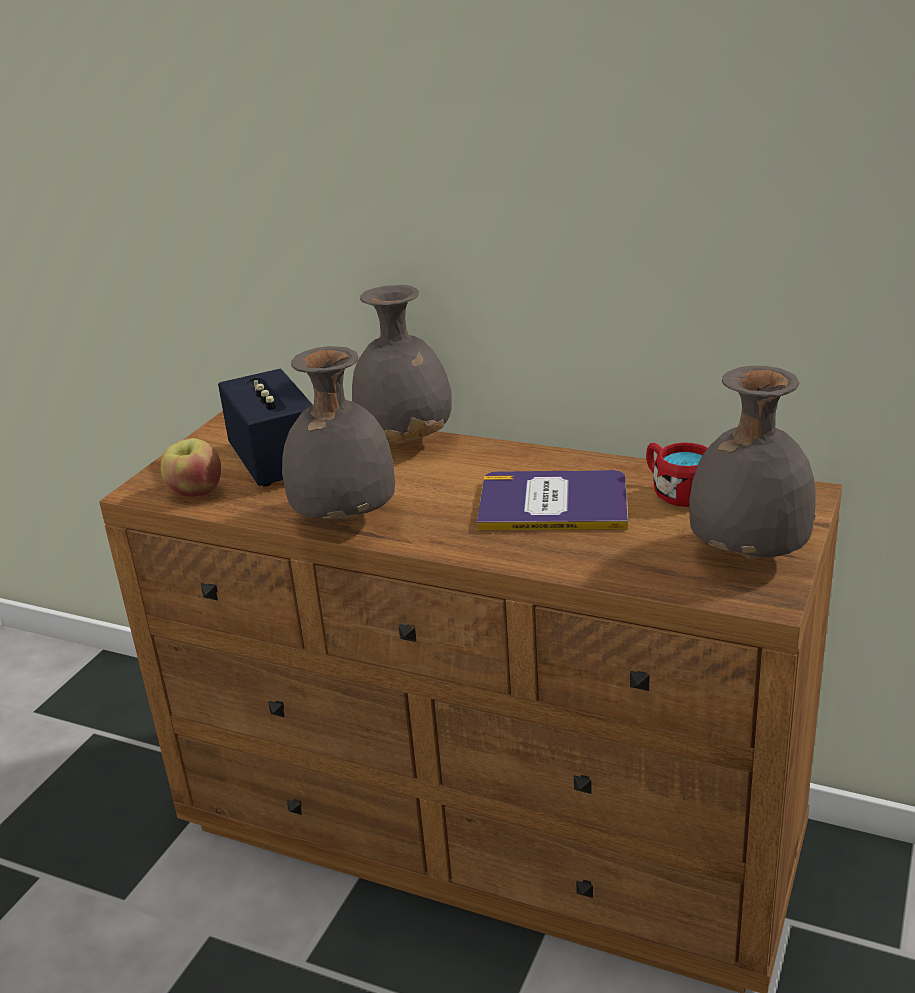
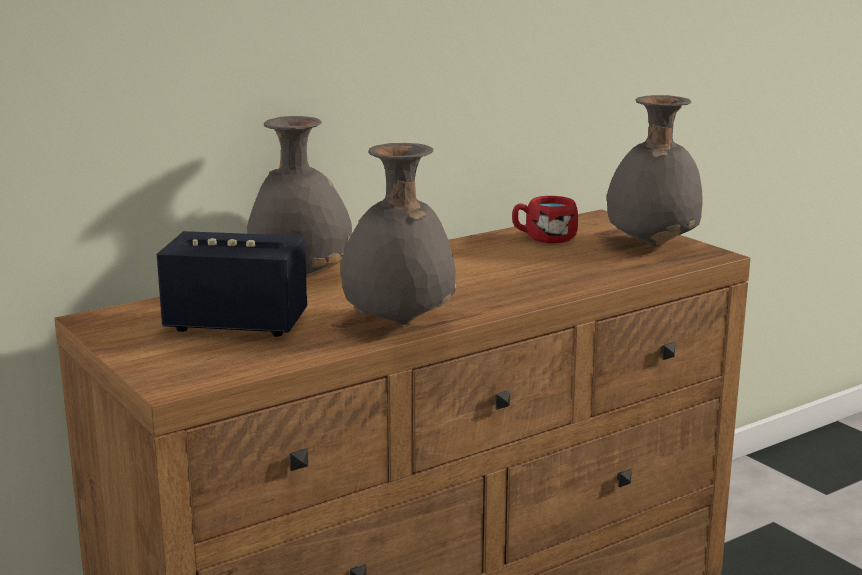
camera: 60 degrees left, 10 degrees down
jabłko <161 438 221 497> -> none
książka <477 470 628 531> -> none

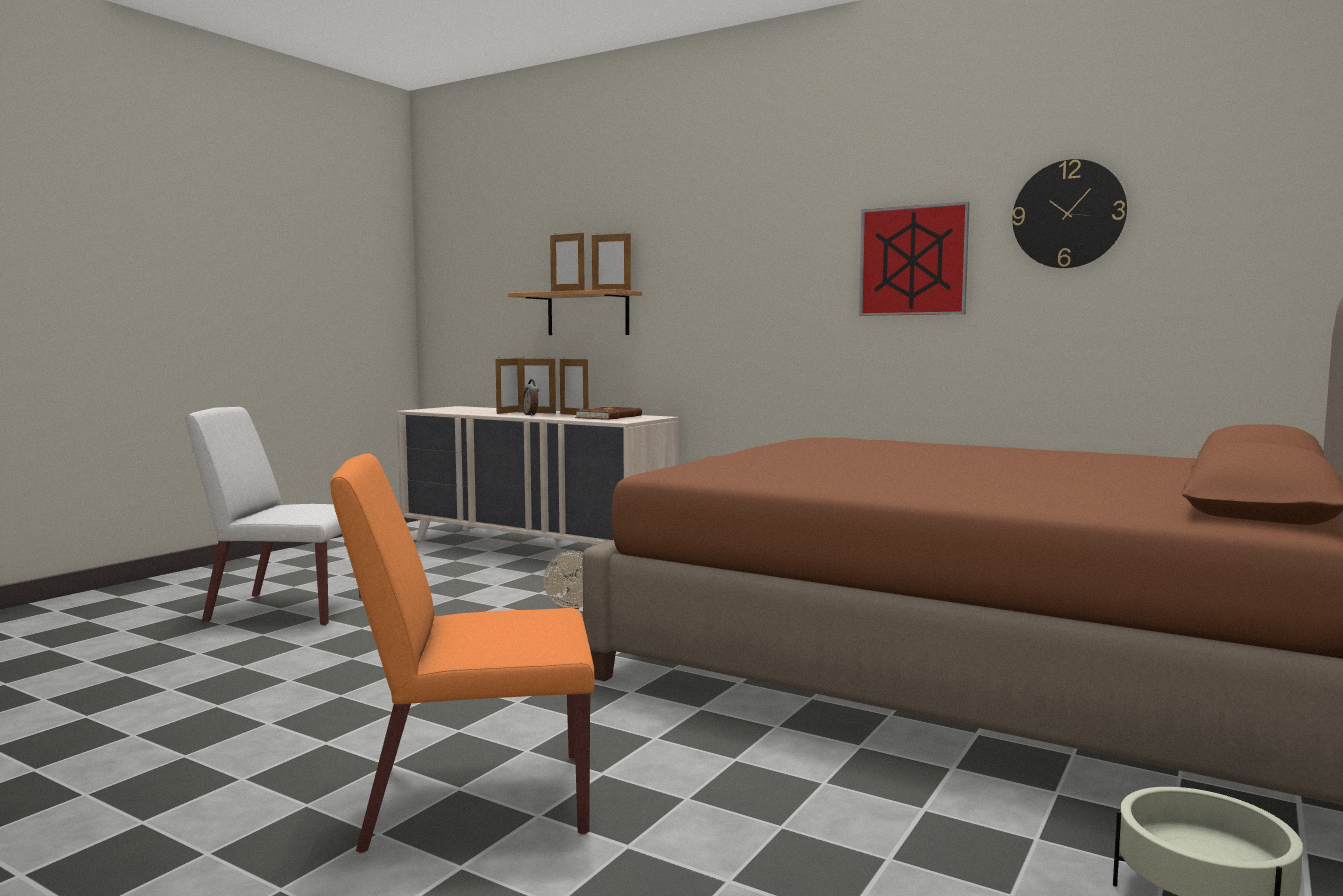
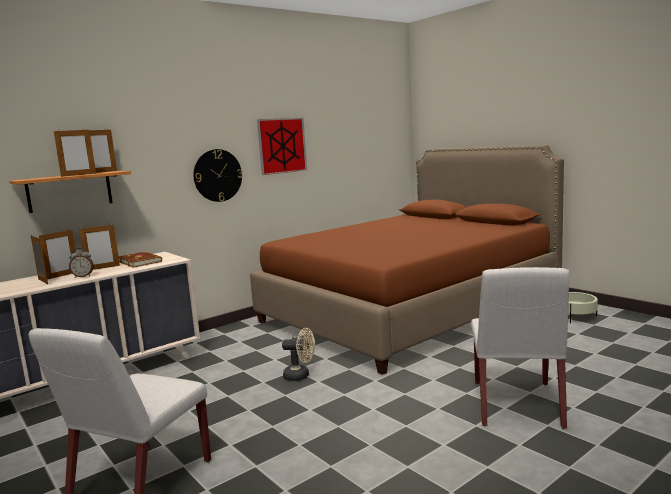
camera: 70 degrees left, 5 degrees up
zegar ścienny <1012 159 1127 268> -> zegar ścienny <193 149 243 202>, moved
krzesło (pomarańczowy) <330 454 595 853> -> krzesło (biały) <471 267 569 429>

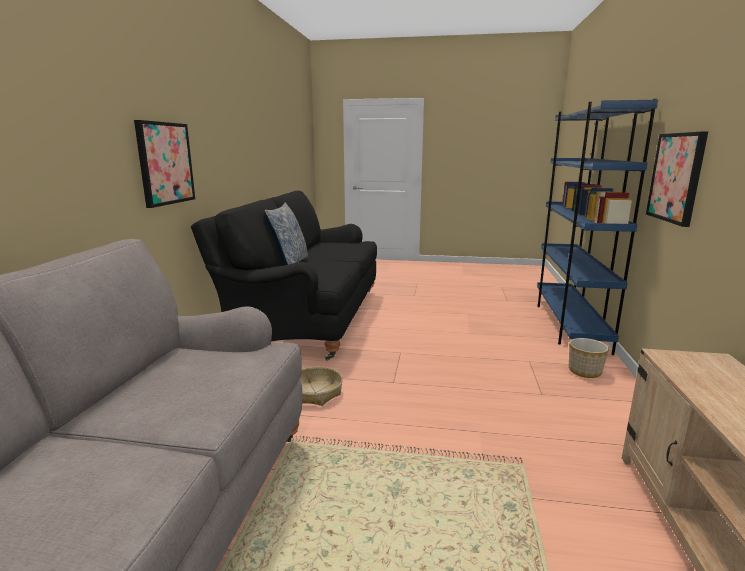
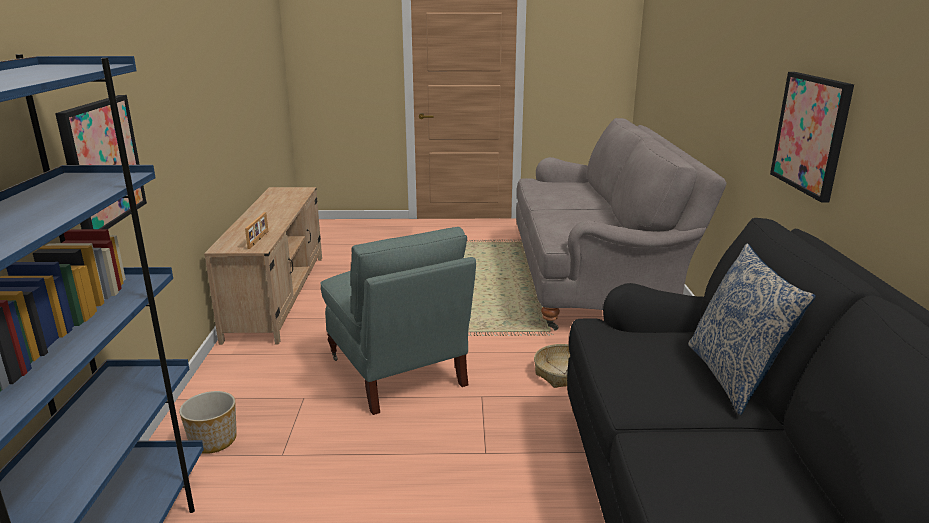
camera: 170 degrees right, 5 degrees up
none -> ramka na zdjęcie <245 212 268 249>
none -> fotel (szary) <320 227 476 415>

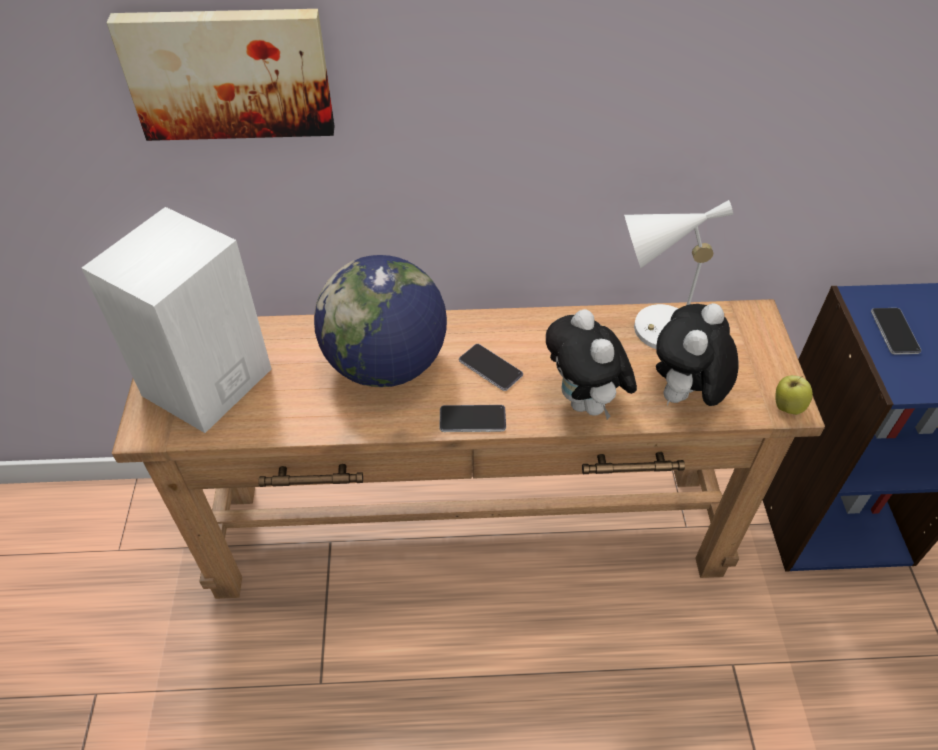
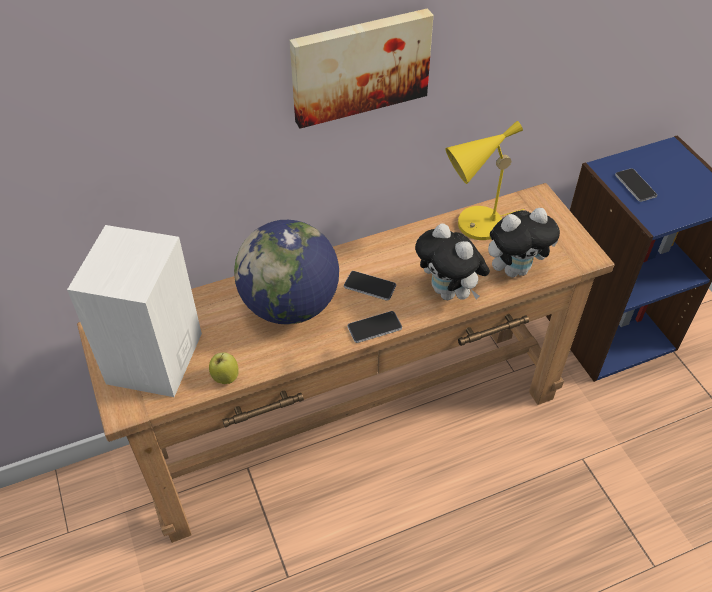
camera: 20 degrees left, 0 degrees up
obraz <106 9 334 141> -> obraz <290 8 433 129>, moved
lampa stołowa (biały) <624 200 733 349> -> lampa stołowa (żółty) <445 121 524 240>
pluszak <656 303 739 406> -> pluszak <488 208 560 277>, 120 degrees counterclockwise
jabłko <776 375 813 415> -> jabłko <209 352 239 384>, moved

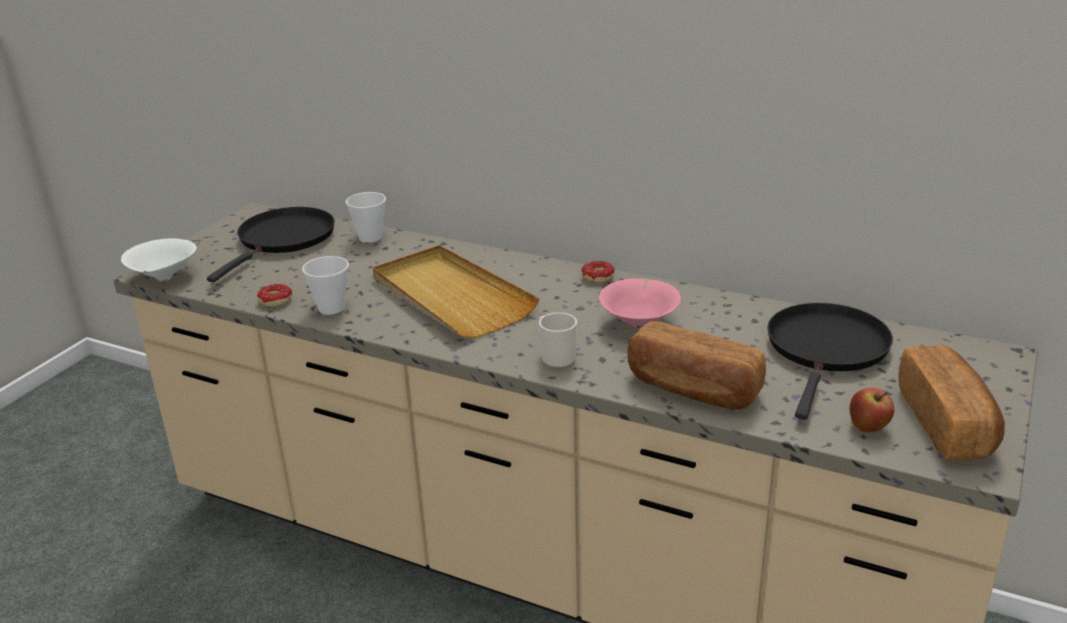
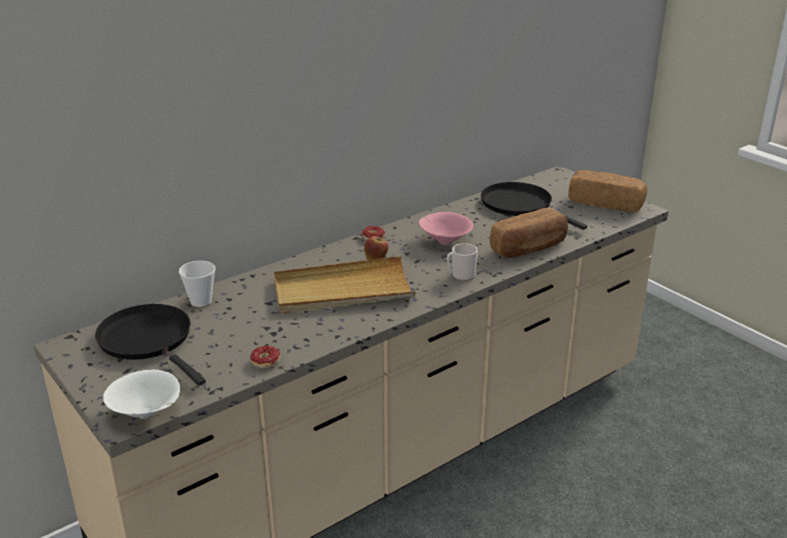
camera: 65 degrees left, 0 degrees up
filiżanka <302 256 349 315> -> none
jabłko <850 388 894 432> -> jabłko <364 234 389 260>, moved

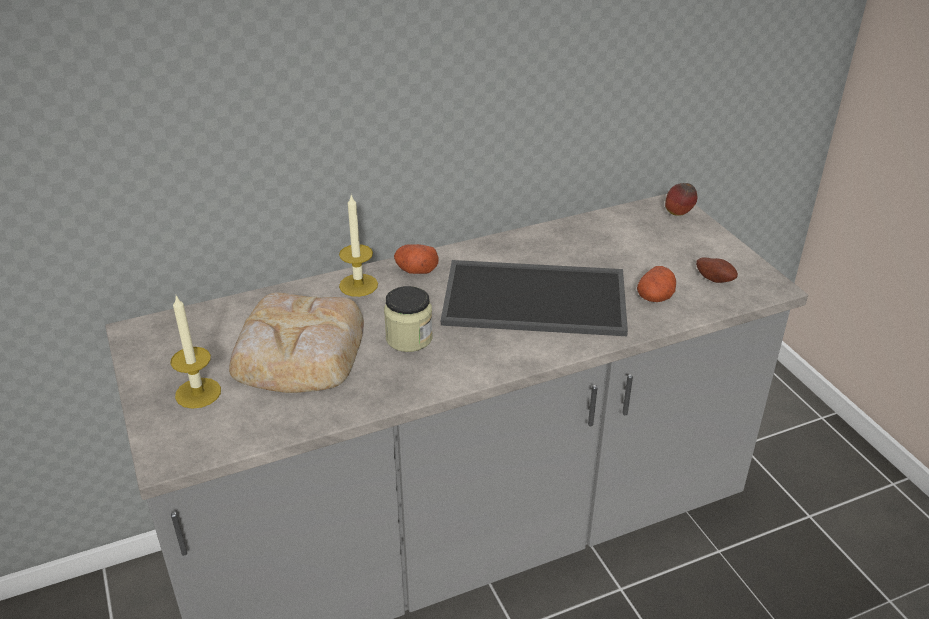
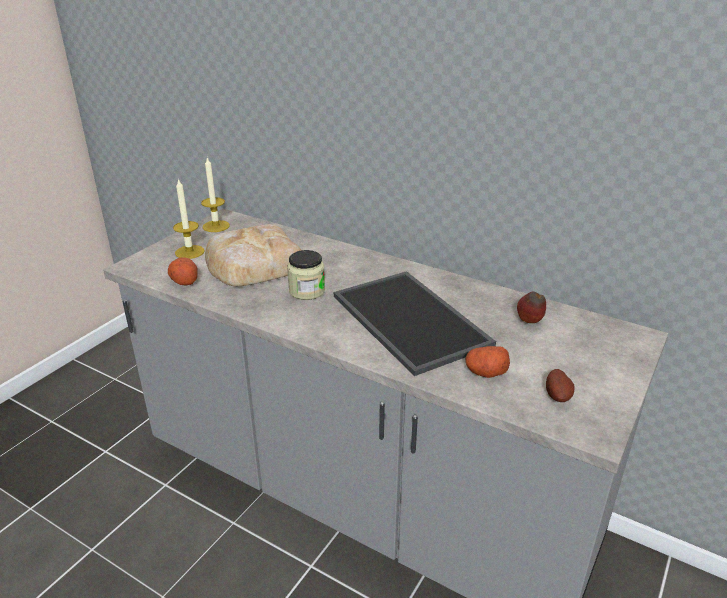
camera: 55 degrees right, 5 degrees down
jabłko <665 183 697 216> -> jabłko <517 292 546 323>, moved
świeca <339 195 378 297> -> świeca <201 158 230 232>, moved
ziemniak <394 244 439 274> -> ziemniak <168 257 197 286>, moved

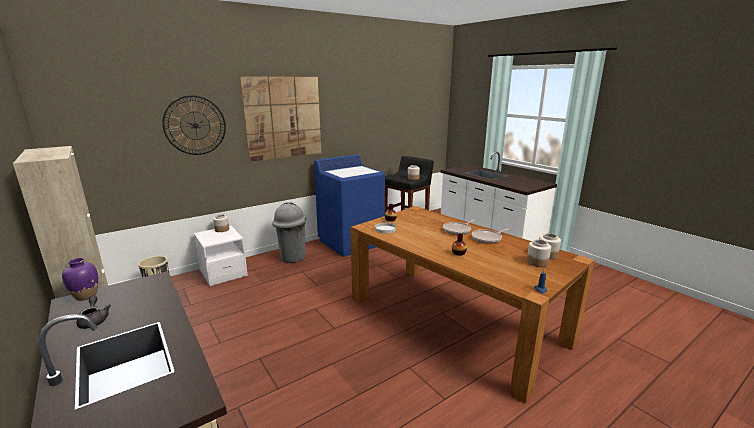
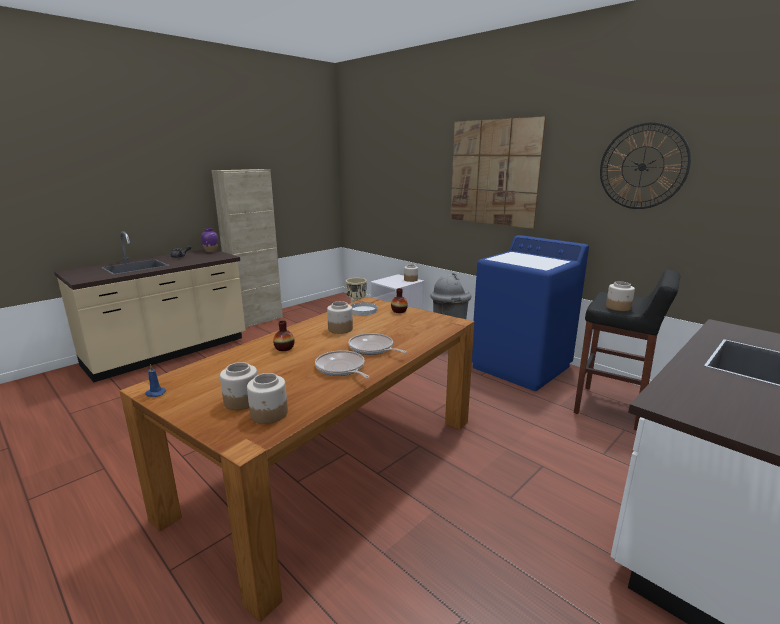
camera: 80 degrees right, 0 degrees up
zegar ścienny <162 95 226 155> -> zegar ścienny <600 122 691 209>, moved
none -> słoik <327 301 353 334>

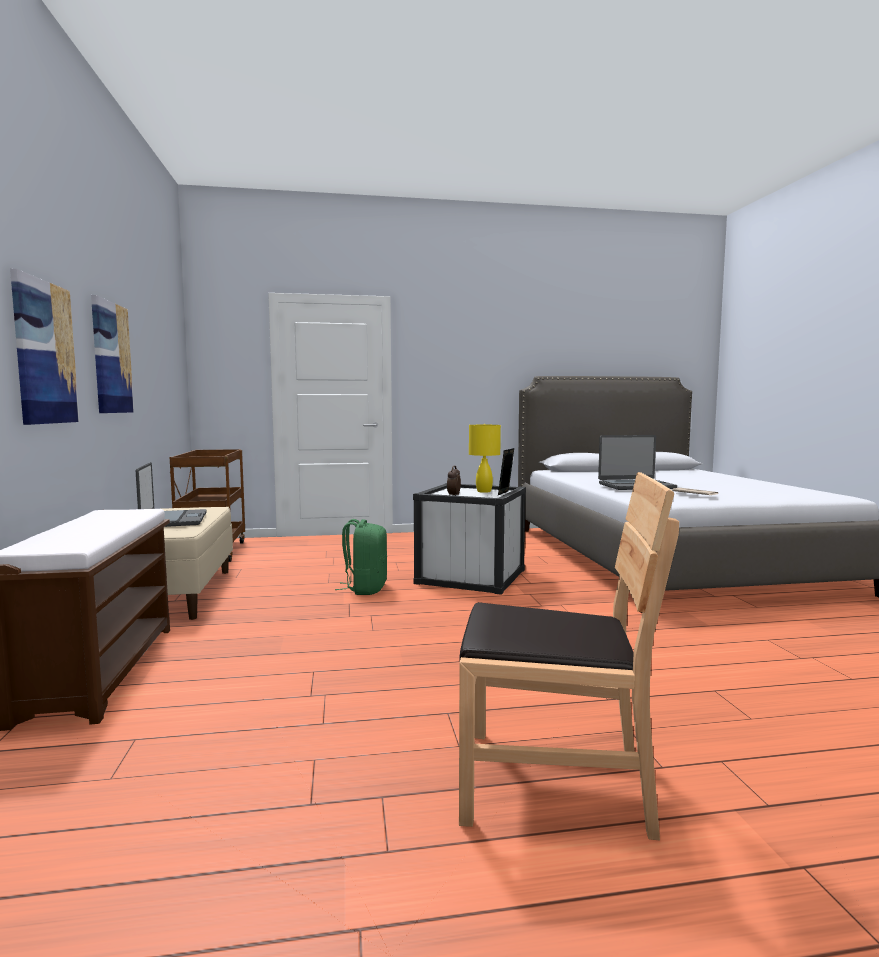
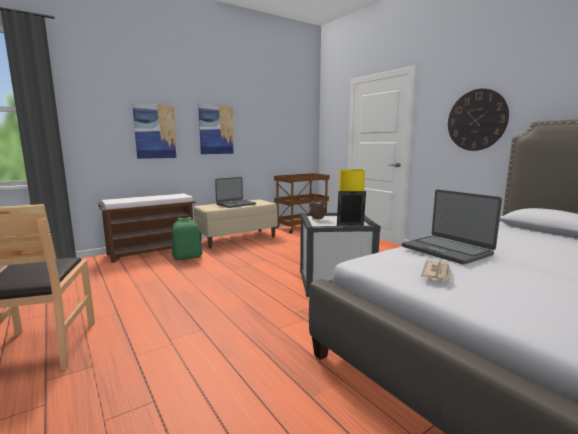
camera: 65 degrees right, 5 degrees up
plecak (zielony) <335 519 387 595> -> plecak (zielony) <172 217 202 260>, moved
none -> zegar ścienny <448 88 509 151>

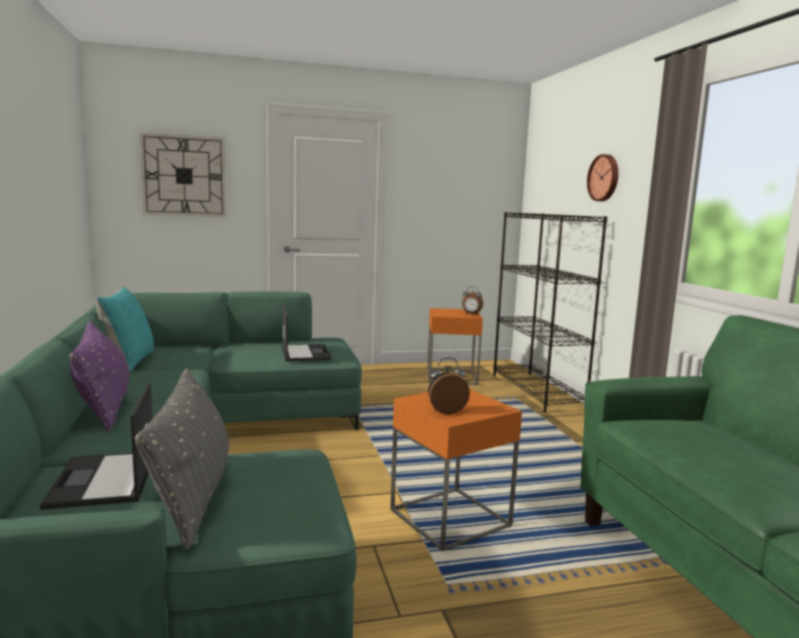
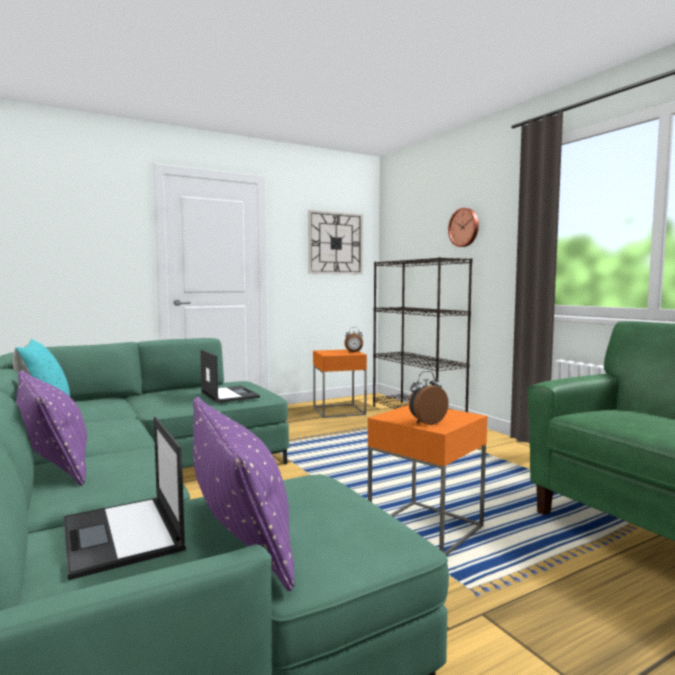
camera: 15 degrees left, 5 degrees down
zegar ścienny <140 133 226 217> -> zegar ścienny <308 210 363 274>, moved
poduszka (szary) <135 368 229 550> -> poduszka (fioletowy) <193 397 295 591>

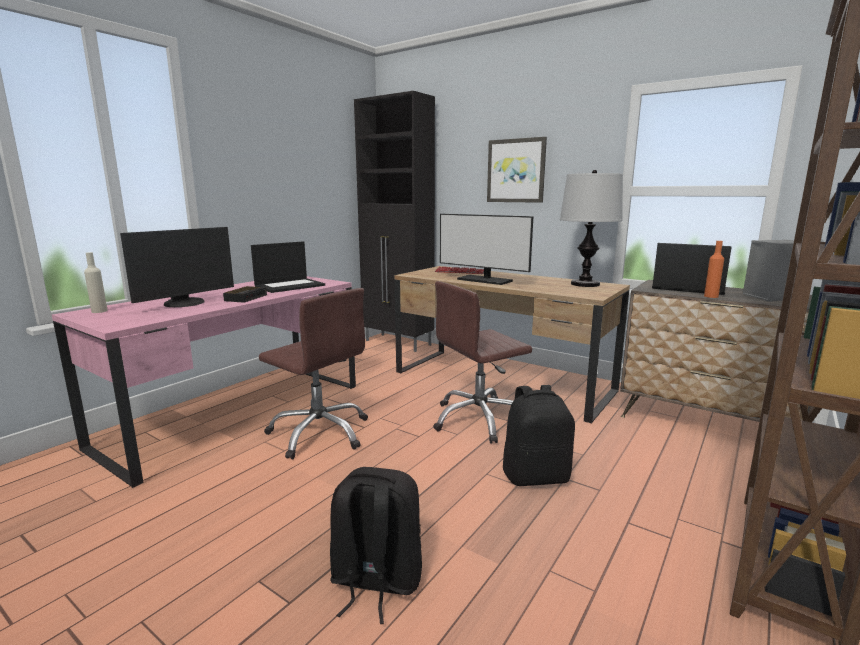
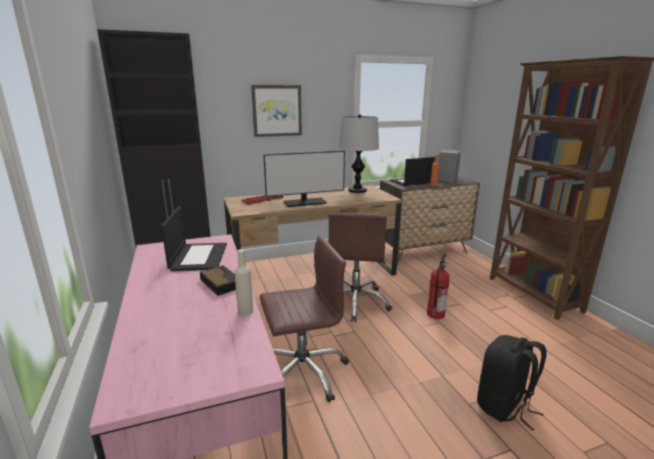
camera: 55 degrees left, 5 degrees up
monitor <120 227 234 307> -> none
butelka (beżowy) <84 252 108 313> -> butelka (beżowy) <234 249 253 316>, moved
plecak (czarny) <503 385 575 486> -> gaśnica <427 253 450 319>

